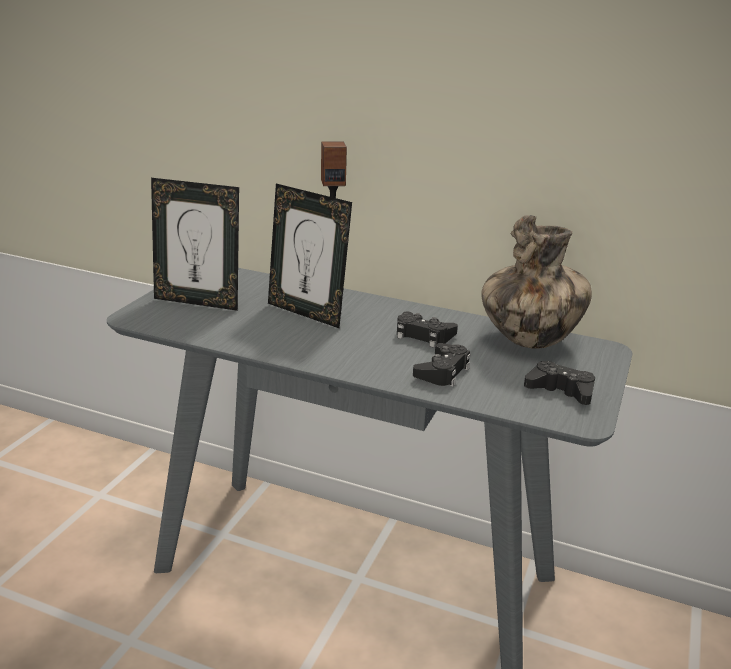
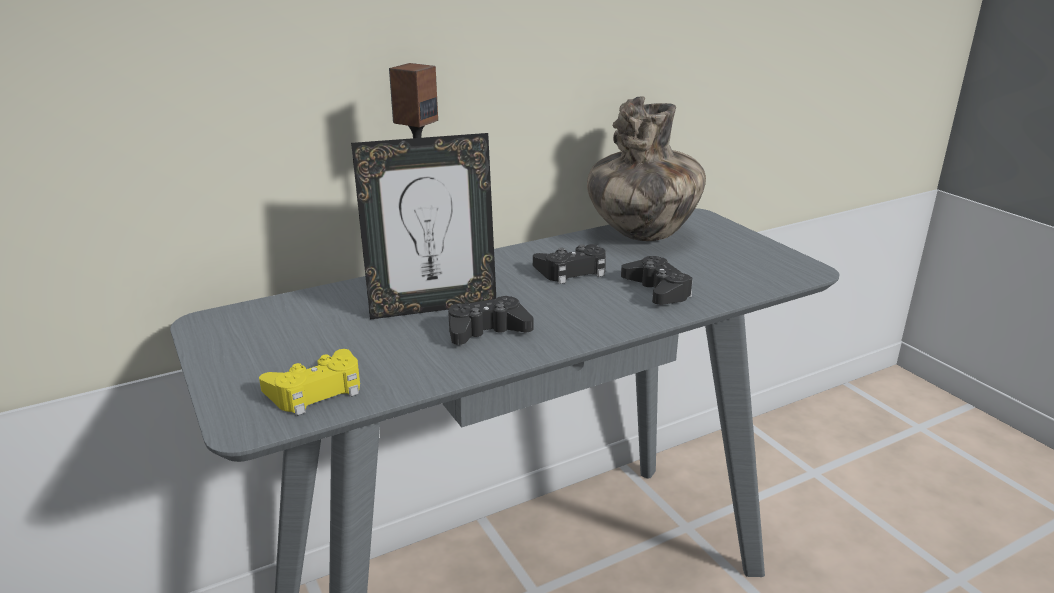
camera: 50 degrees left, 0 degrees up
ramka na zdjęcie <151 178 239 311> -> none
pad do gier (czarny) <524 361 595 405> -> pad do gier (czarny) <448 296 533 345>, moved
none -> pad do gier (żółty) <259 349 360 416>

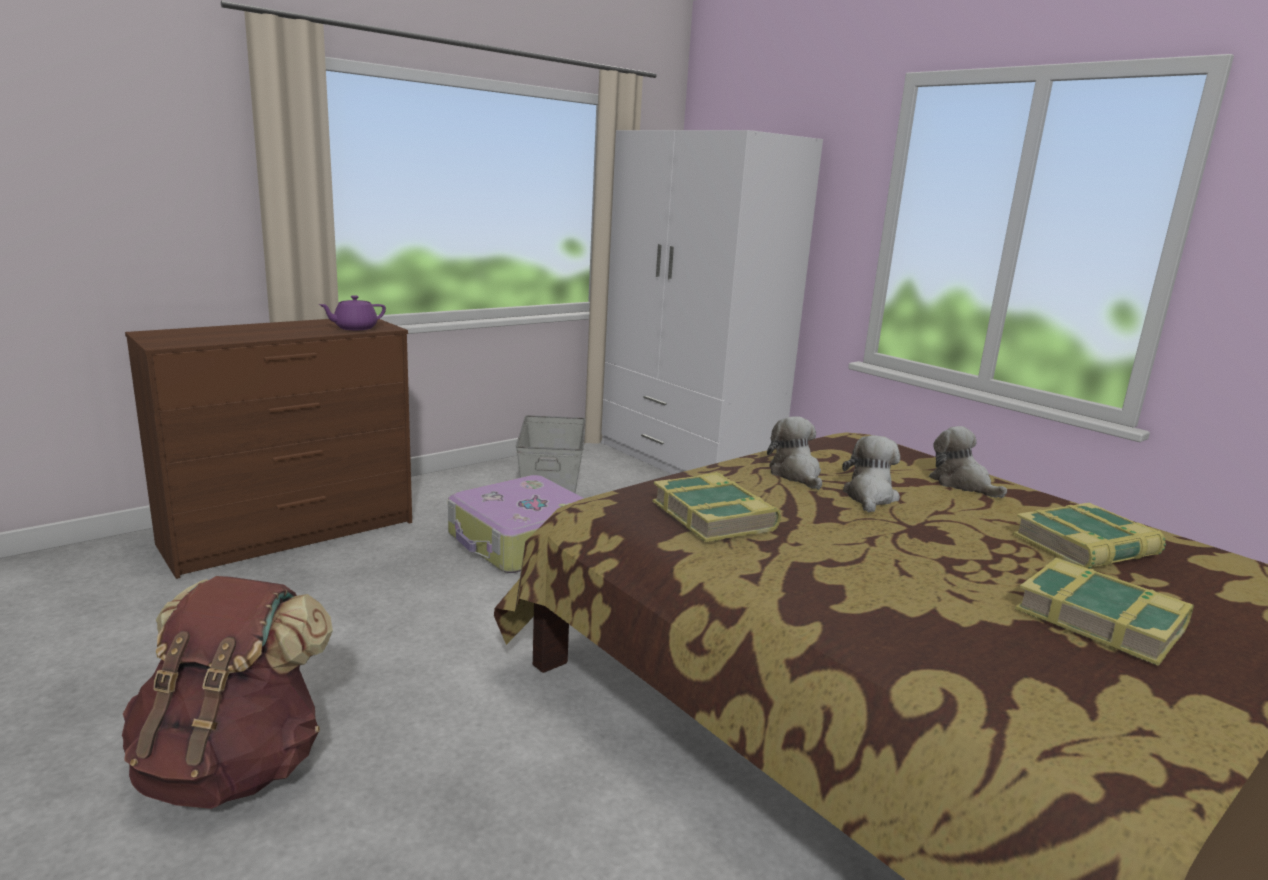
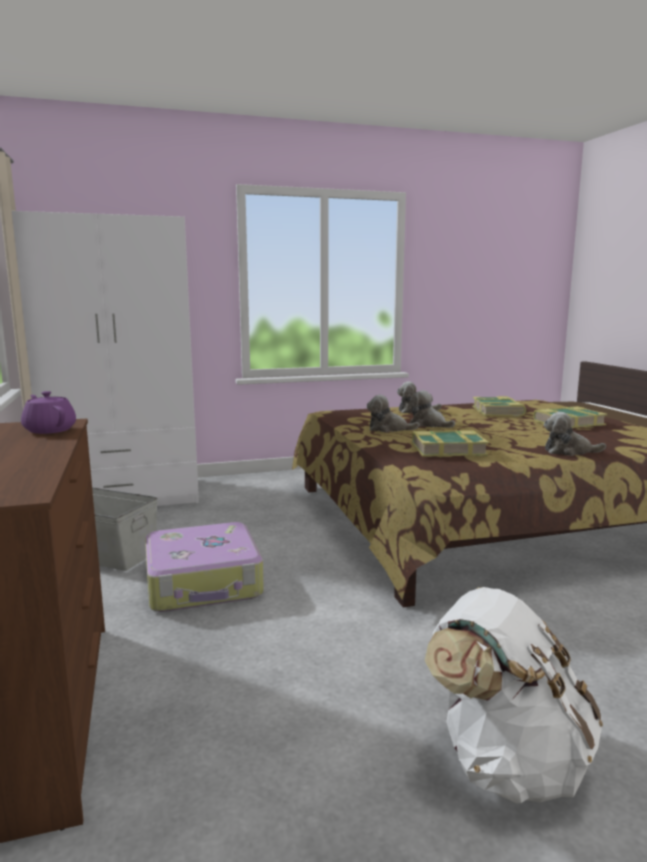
camera: 65 degrees left, 5 degrees down
imbryk (fioletowy) <318 295 386 330> -> imbryk (fioletowy) <21 391 76 434>, 150 degrees clockwise
plecak (brązowy) <122 576 333 809> -> plecak (biały) <424 587 603 803>
none -> pluszak <544 412 606 456>

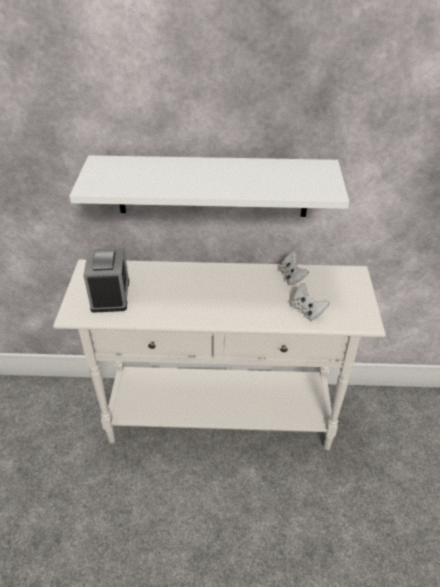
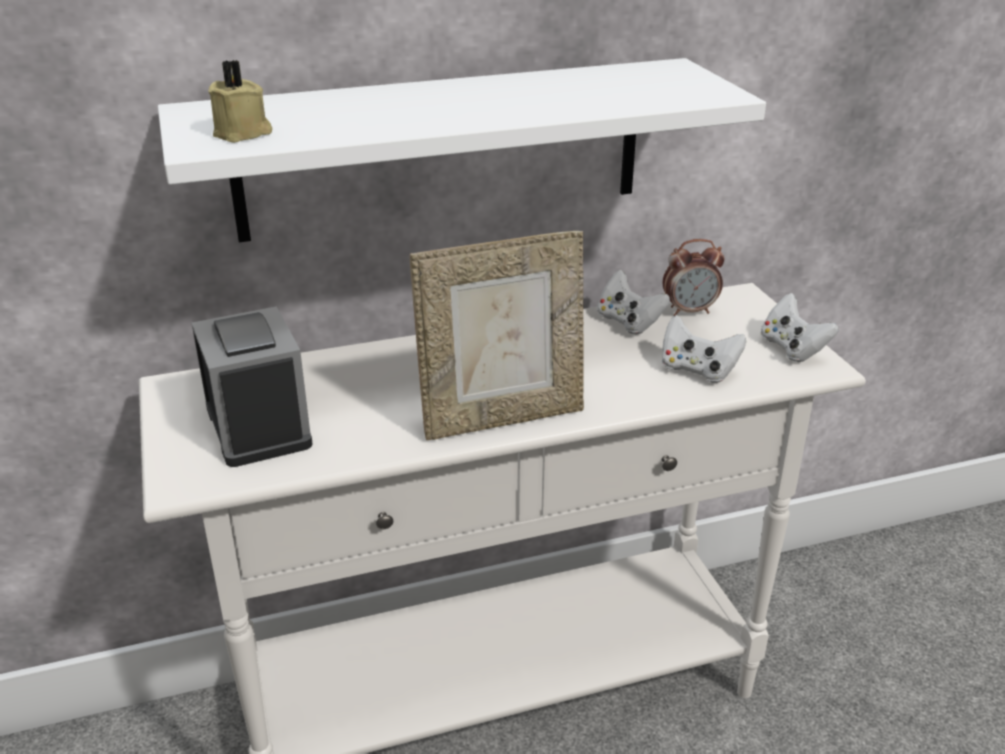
camera: 20 degrees left, 10 degrees down
none -> świeca (beżowy) <208 60 272 143>
none -> ramka na zdjęcie <410 231 584 440>
none -> budzik <663 239 725 316>
none -> pad do gier (biały) <761 293 838 362>

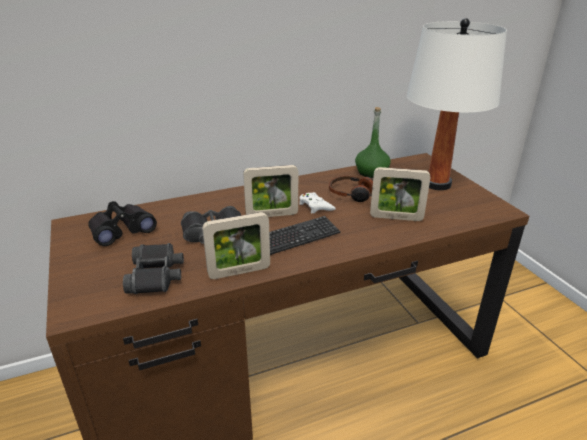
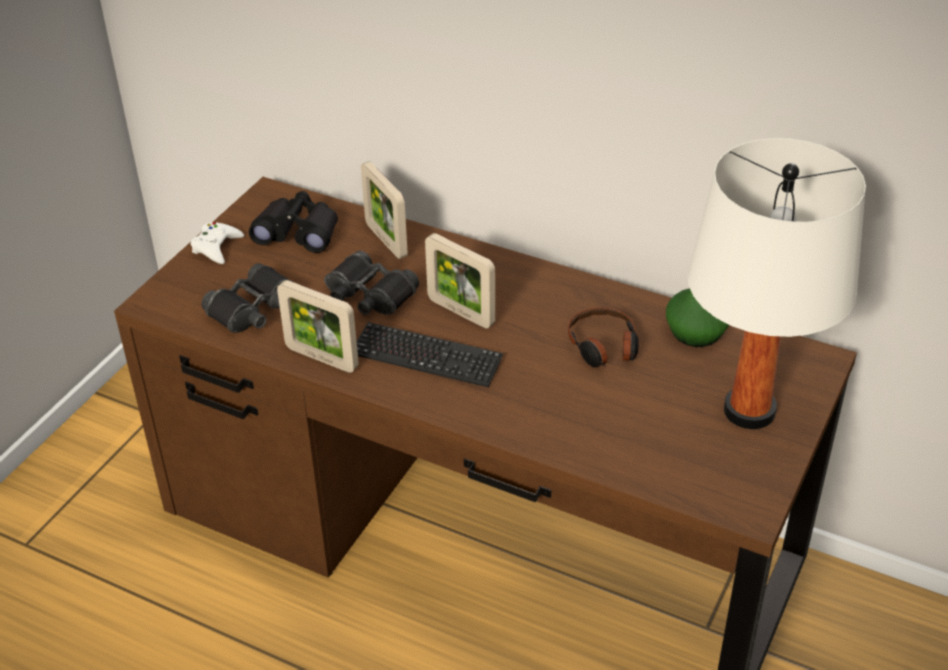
camera: 50 degrees right, 10 degrees up
ramka na zdjęcie <370 167 430 221> -> ramka na zdjęcie <361 161 408 259>, moved
pad do gier (biały) <299 192 336 214> -> pad do gier (biały) <191 222 244 264>, moved

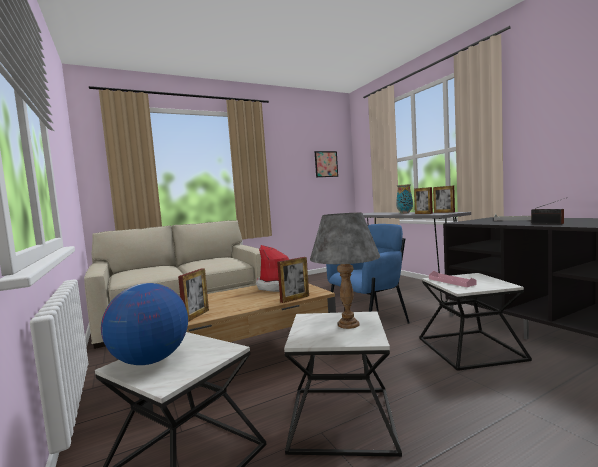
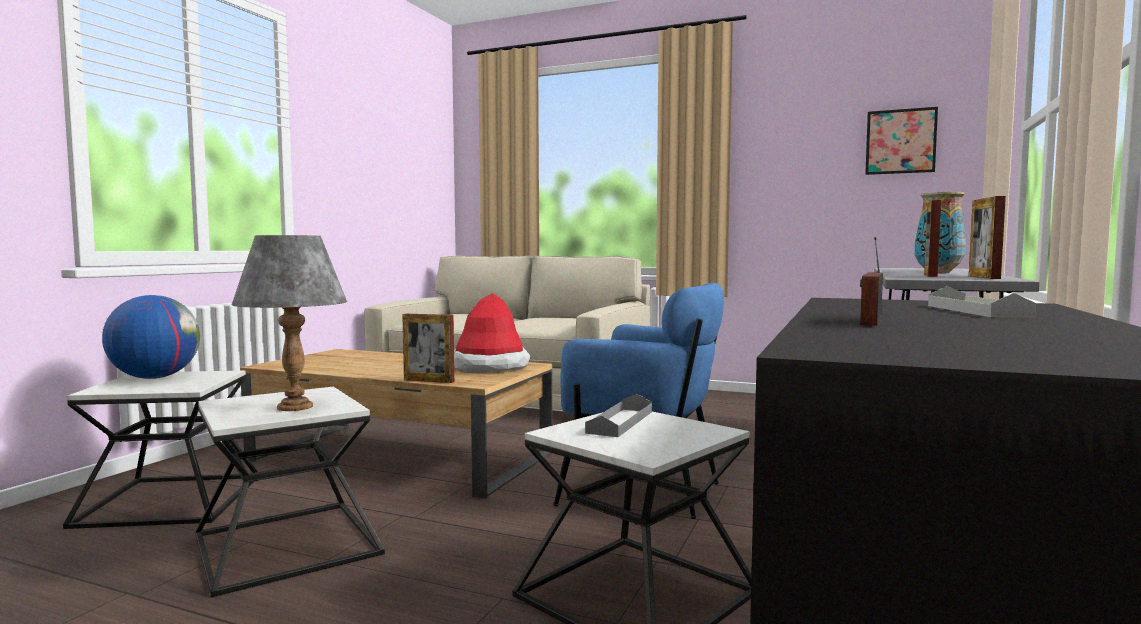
camera: 50 degrees right, 0 degrees up
ramka na zdjęcie <178 269 209 322> -> none
taca (różowy) <429 271 477 287> -> taca (szary) <585 394 652 437>

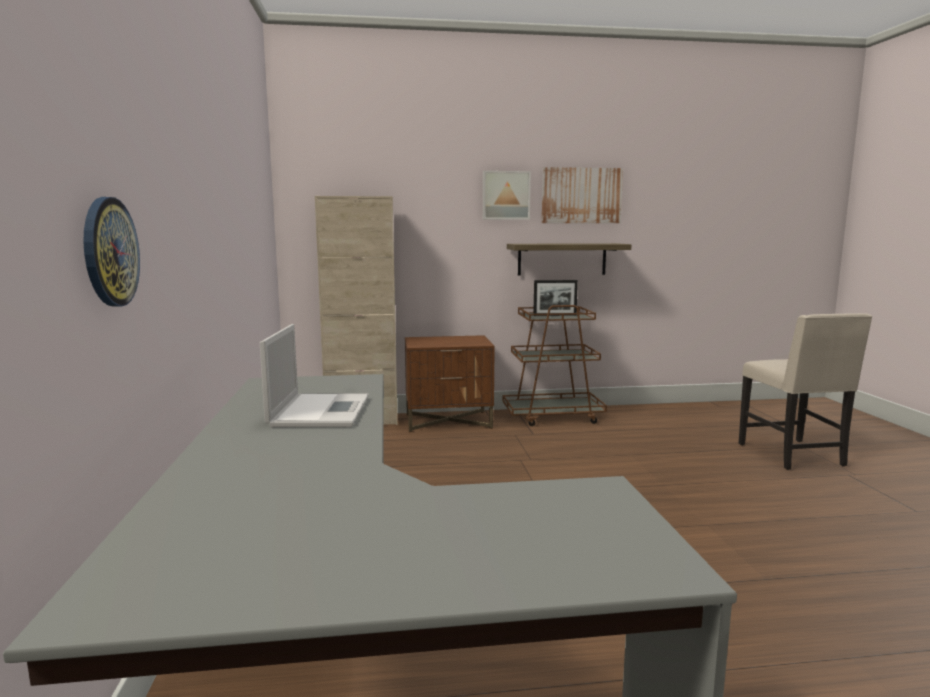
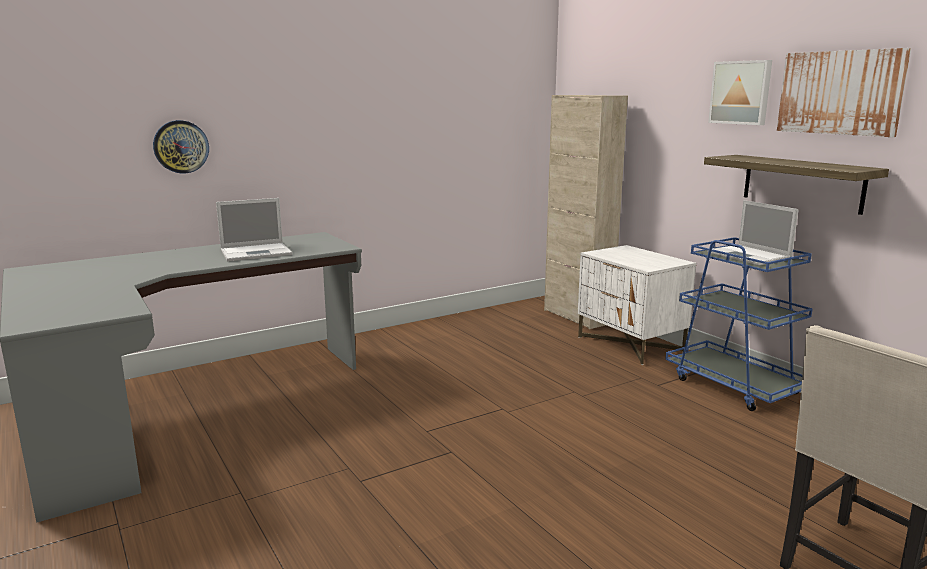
camera: 65 degrees right, 5 degrees up
ramka na zdjęcie <533 280 578 316> -> laptop <707 200 798 265>
wózek (brązowy) <502 305 607 426> -> wózek (niebieski) <665 237 813 411>
szafka nocna (brązowy) <405 335 495 432> -> szafka nocna (biały) <578 245 696 365>

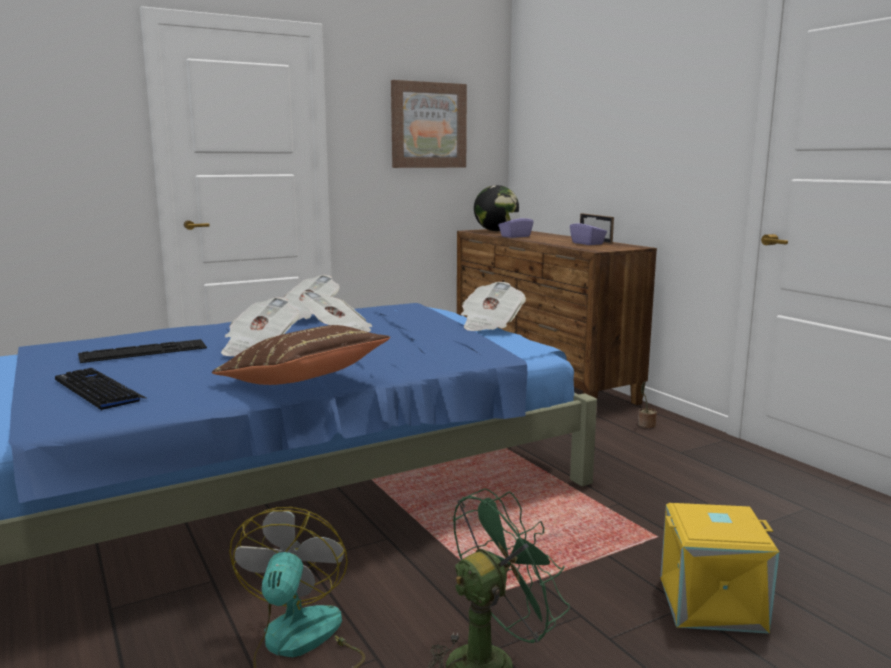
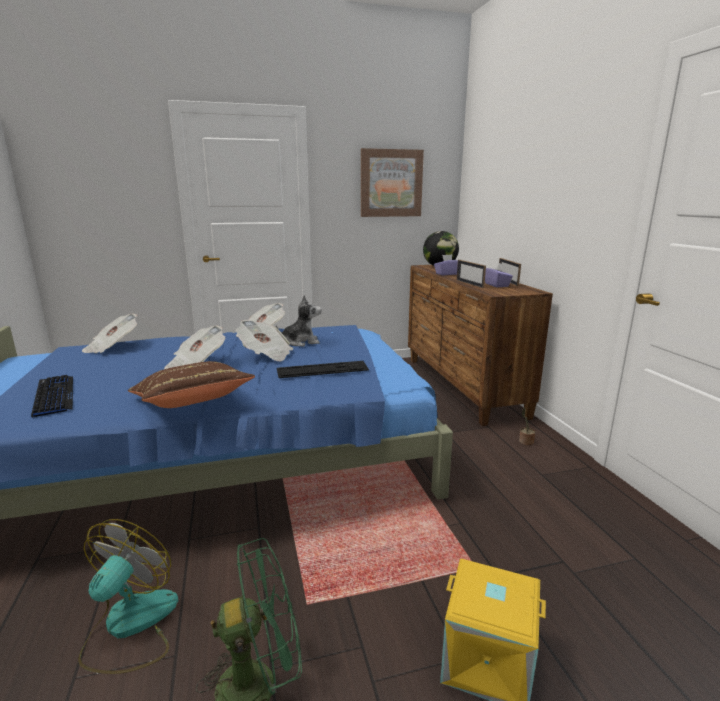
camera: 15 degrees right, 5 degrees up
gazeta <461 282 526 331> -> gazeta <82 314 137 353>, moved
klawiatura <78 339 207 363> -> klawiatura <277 361 369 378>, moved
none -> ramka na zdjęcie <457 260 486 288>
none -> pluszak <276 295 322 346>

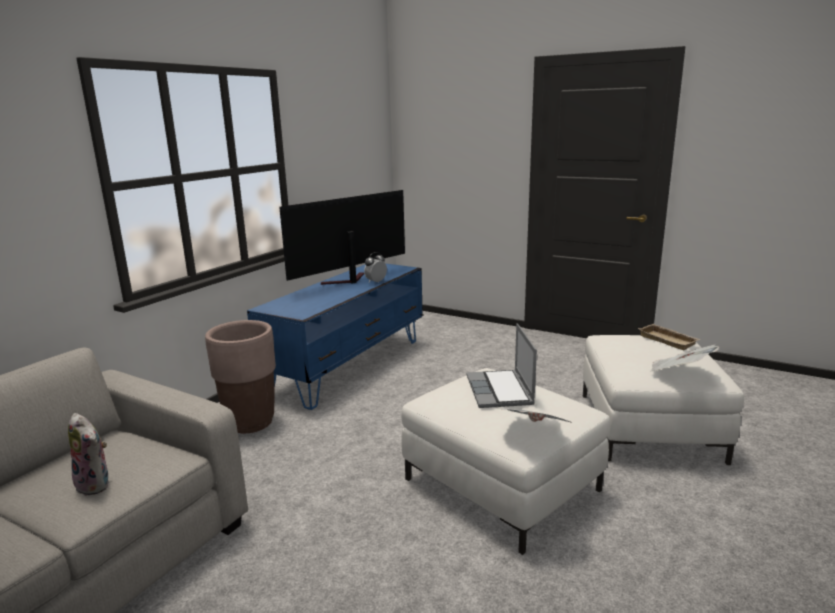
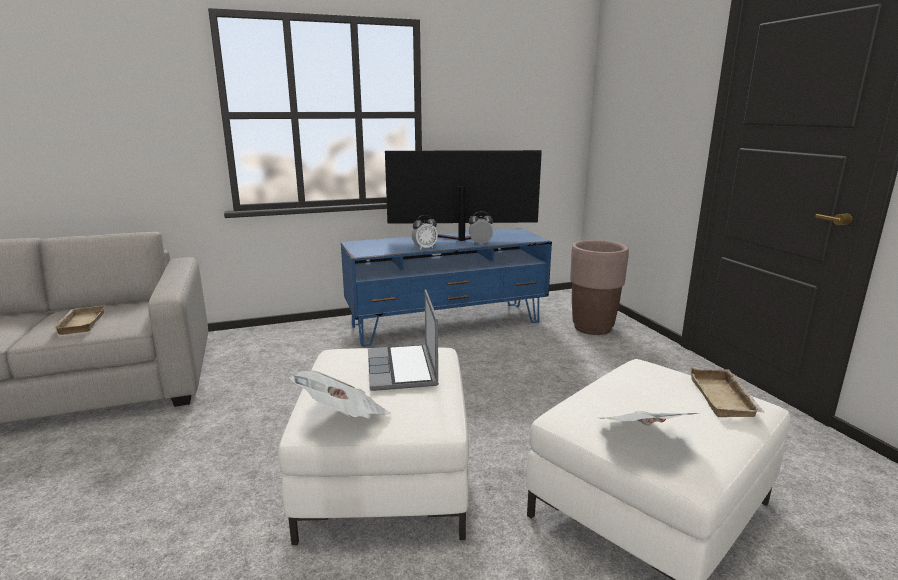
camera: 40 degrees right, 0 degrees up
donica (brązowy) <205 320 276 433> -> donica (brązowy) <570 240 629 335>, moved
laptop <466 323 537 408> -> laptop <368 290 439 391>, 45 degrees counterclockwise
pluszak <68 413 109 496> -> taca (beżowy) <52 305 105 335>
none -> budzik <412 215 438 250>

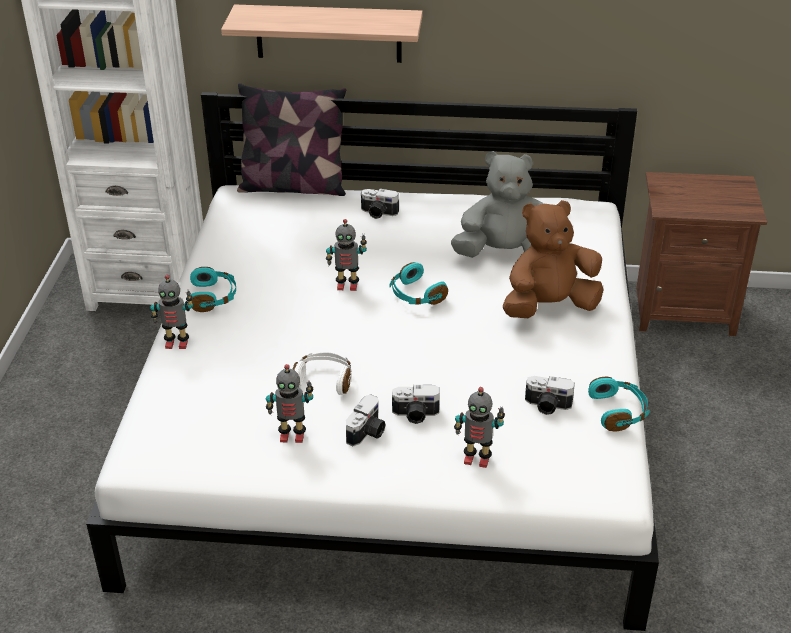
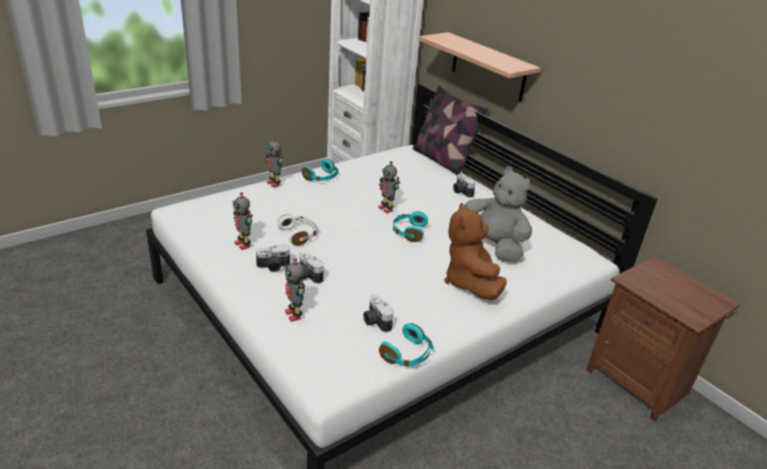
camera: 45 degrees right, 5 degrees down
pluszak (brązowy) <503 200 604 318> -> pluszak (brązowy) <444 203 506 300>, 120 degrees counterclockwise

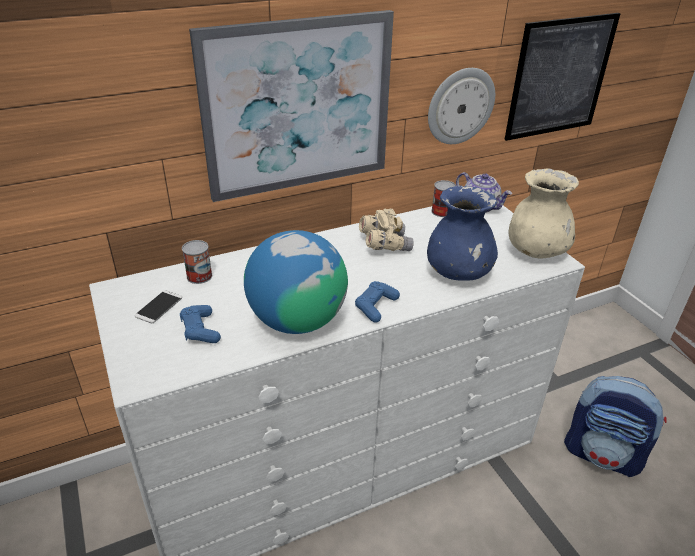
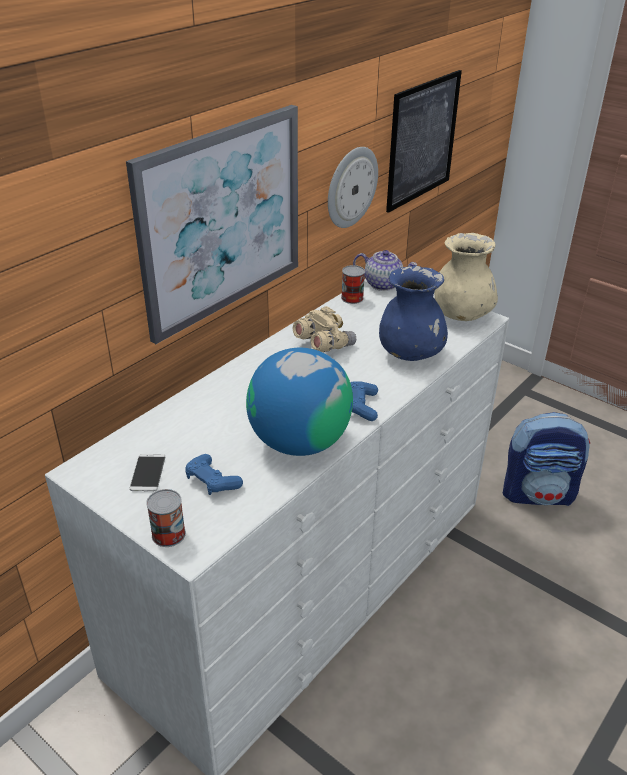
camera: 25 degrees left, 0 degrees up
puszka <182 240 212 284> -> puszka <146 489 186 547>, moved

